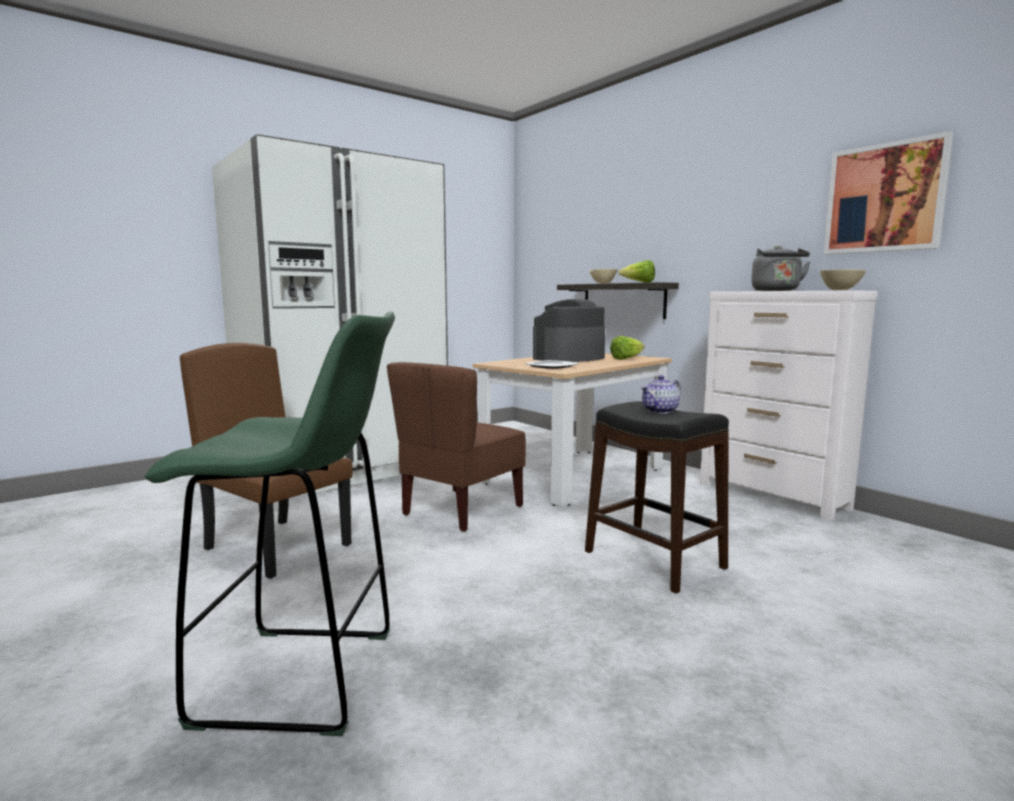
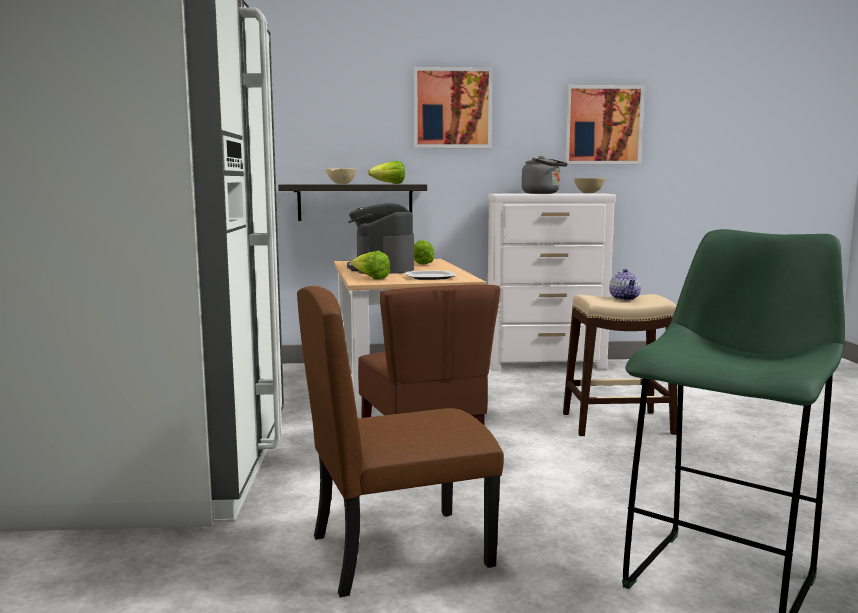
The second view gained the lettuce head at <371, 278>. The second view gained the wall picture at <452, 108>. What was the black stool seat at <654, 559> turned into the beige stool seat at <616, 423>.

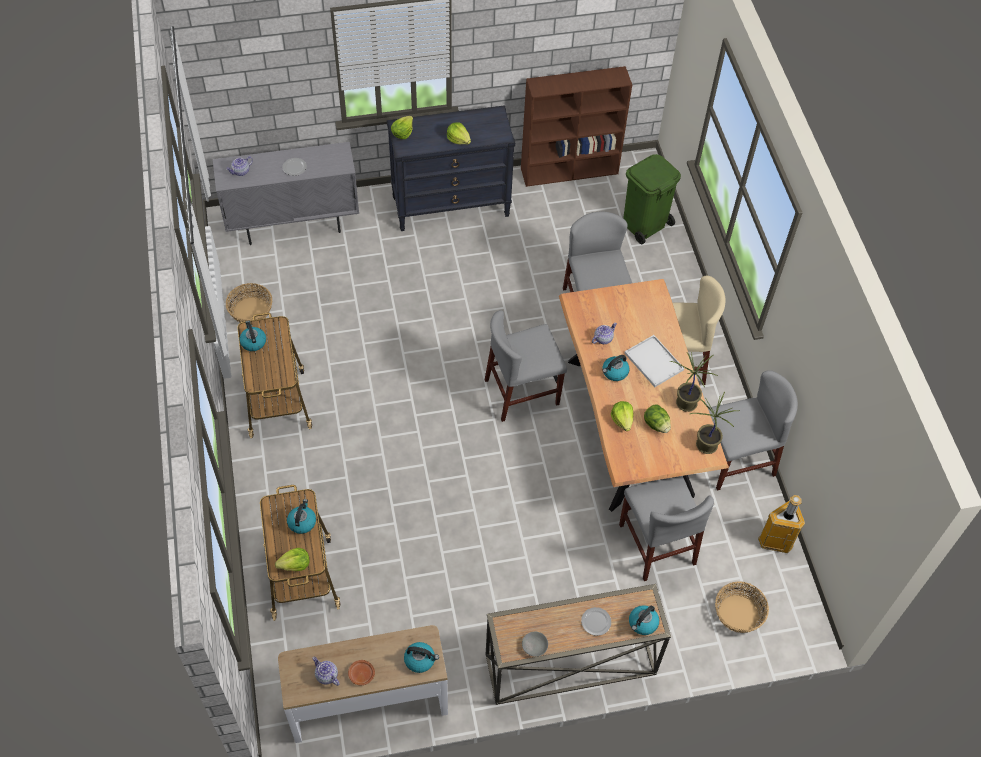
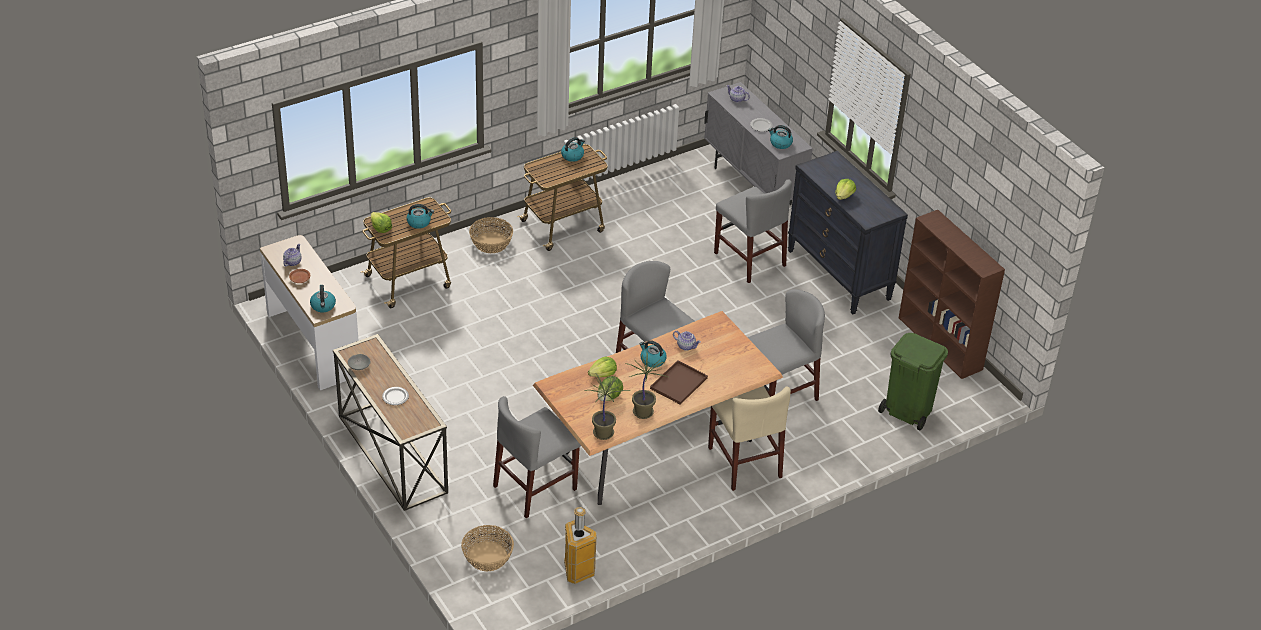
The basket ended up elsewhere, having gone from <251, 311> to <491, 243>. What was the white carrying tray at <652, 361> turned into the brown-coloured carrying tray at <679, 382>. The greyish plain chair ended up elsewhere, having gone from <736, 460> to <749, 259>. The water kettle ended up elsewhere, having gone from <642, 623> to <780, 143>. The second view lost the lettuce head at <402, 132>.

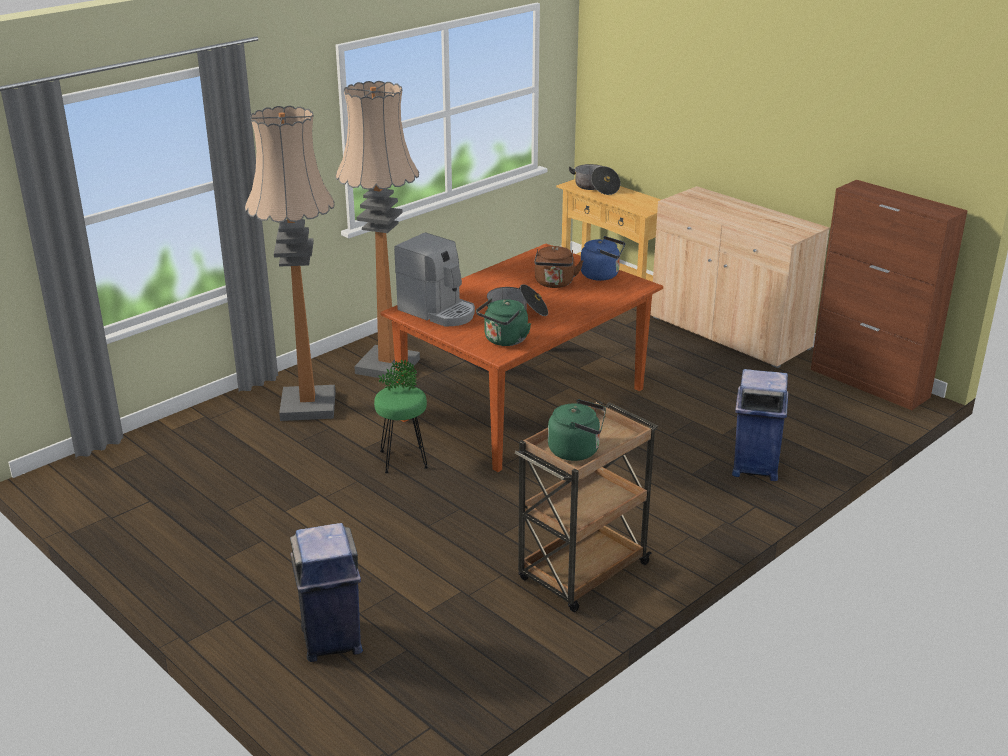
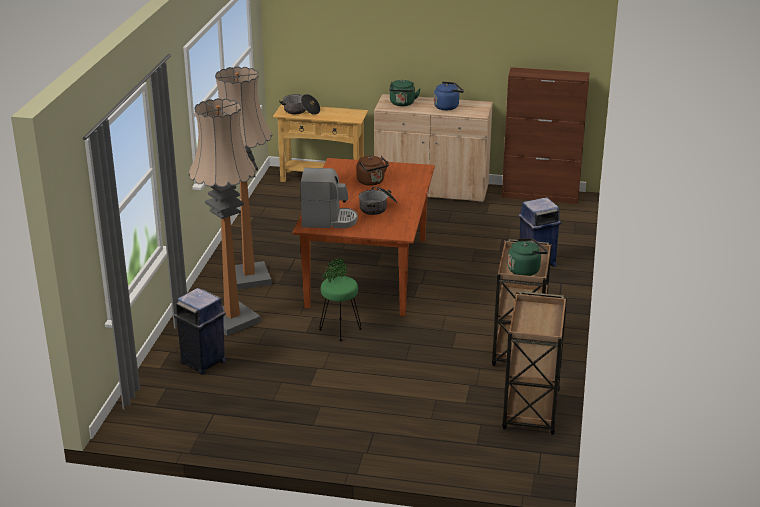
The blue-coloured rubbish bin ended up elsewhere, having gone from <331, 641> to <203, 362>. The greenish water kettle ended up elsewhere, having gone from <504, 340> to <402, 104>. The blue-coloured water kettle ended up elsewhere, having gone from <602, 275> to <447, 106>. The second view gained the brown-coloured trolley at <531, 411>.

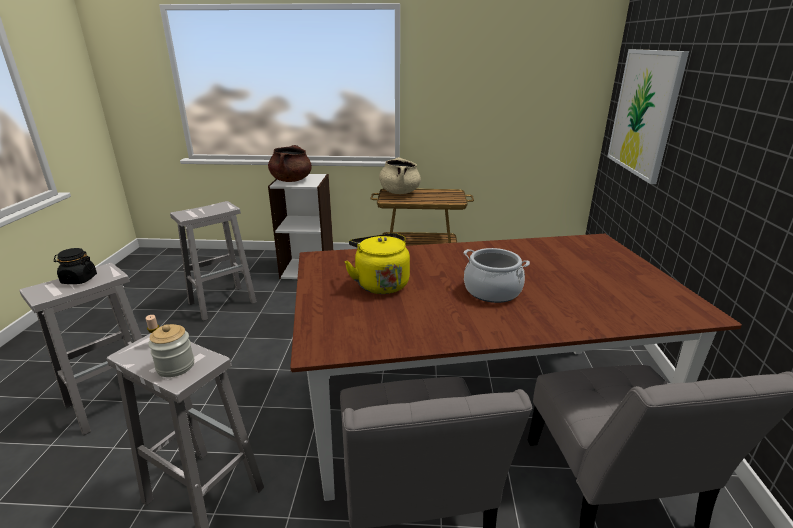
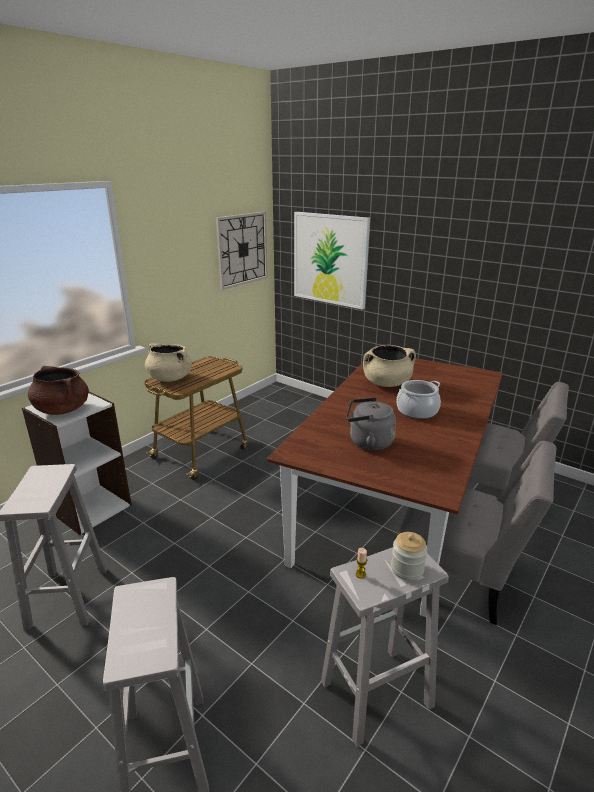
The second view gained the wall clock at <242, 249>. What was the yellow water kettle at <380, 283> turned into the greyish water kettle at <368, 442>. The second view gained the beige cooking pot at <387, 383>. The second view lost the black preserve jar at <79, 279>.

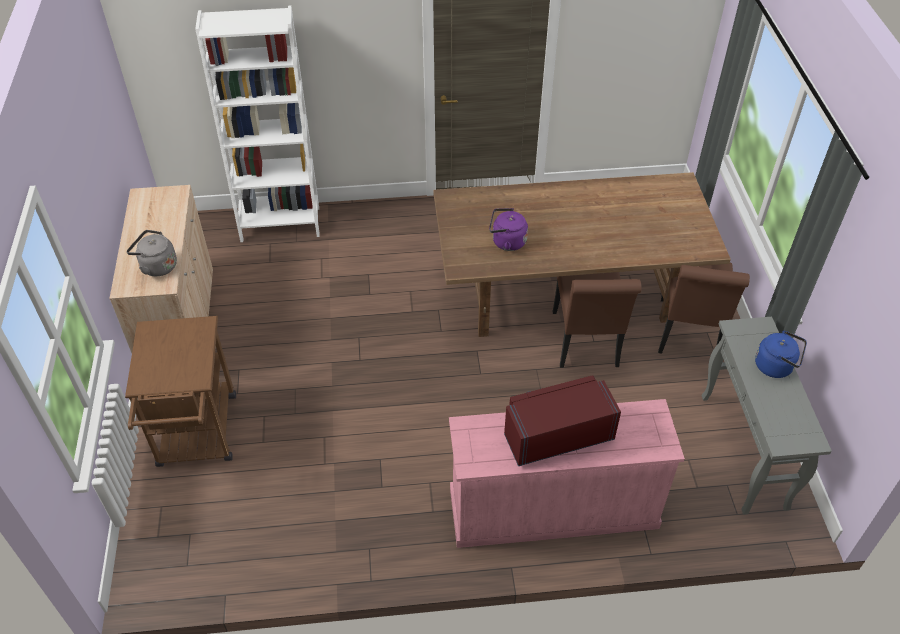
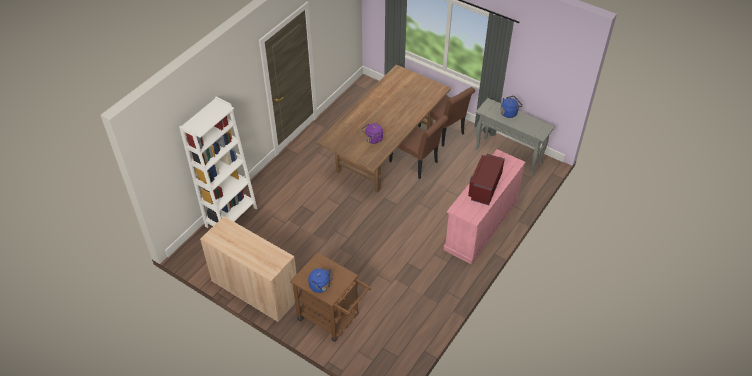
The second view gained the blue-coloured water kettle at <321, 286>. The second view lost the greyish water kettle at <157, 266>.

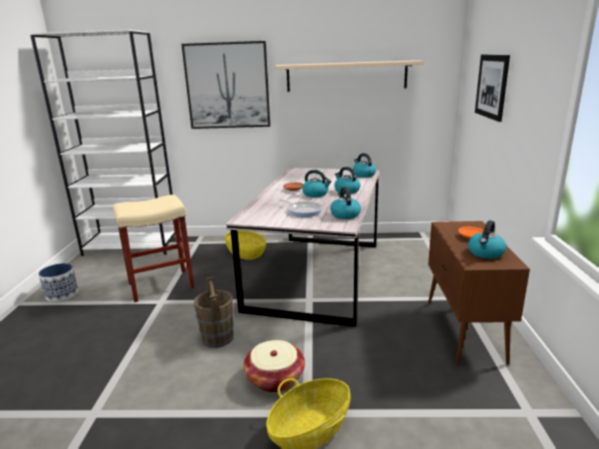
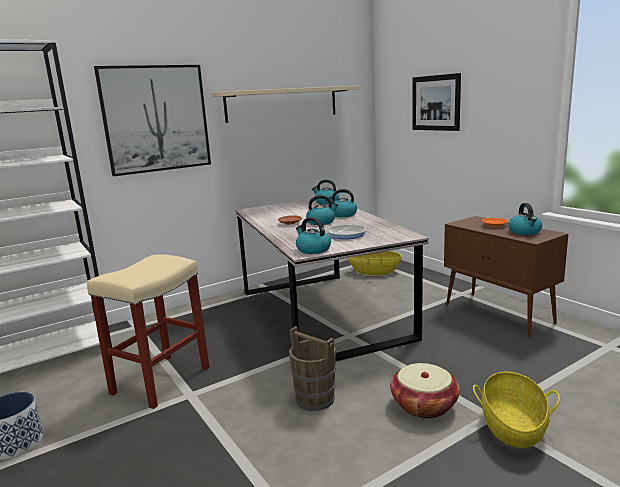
The water kettle ended up elsewhere, having gone from <345, 215> to <313, 250>. The basket ended up elsewhere, having gone from <246, 253> to <375, 271>.

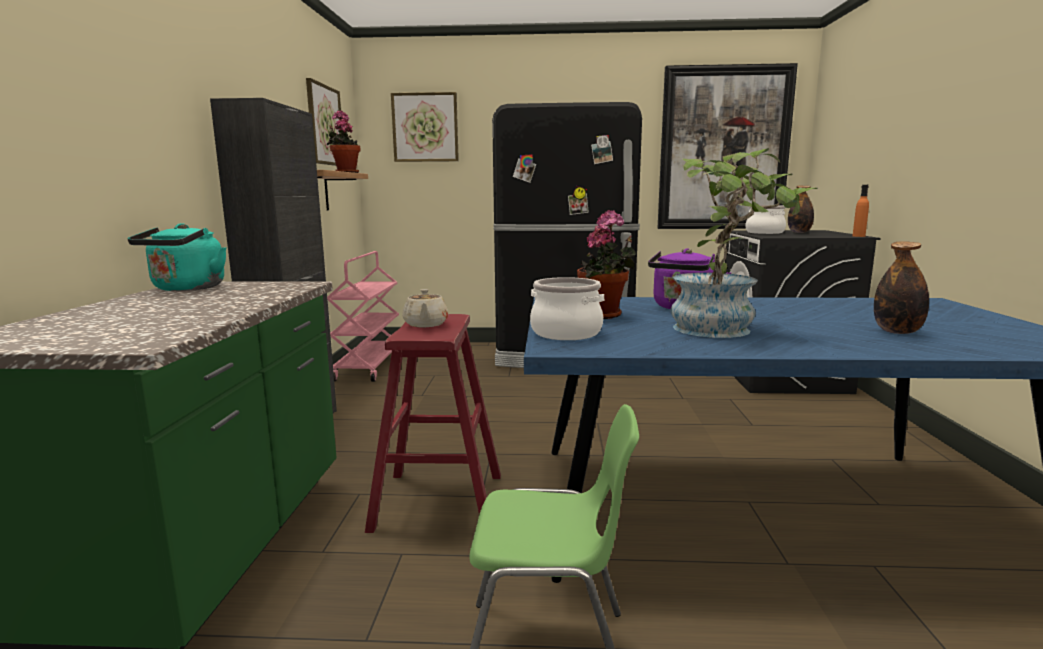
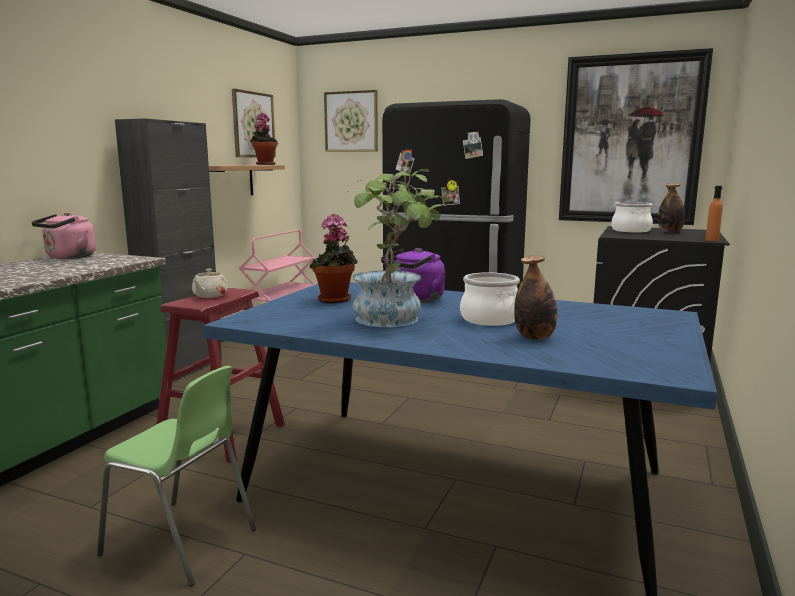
What was the blue-green water kettle at <186, 289> turned into the pink water kettle at <68, 257>. The cooking pot ended up elsewhere, having gone from <566, 333> to <490, 319>.

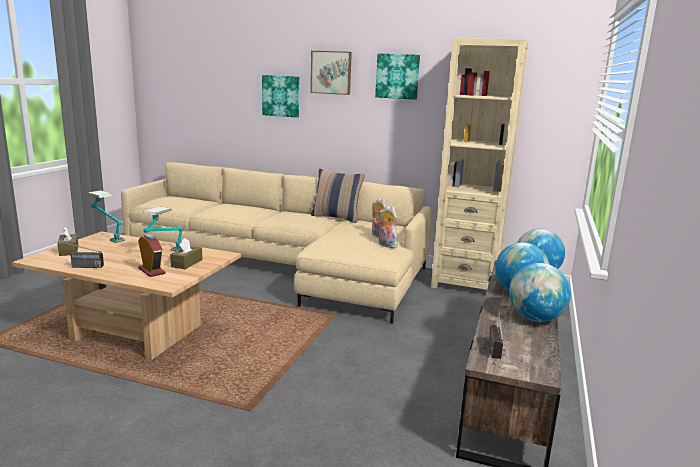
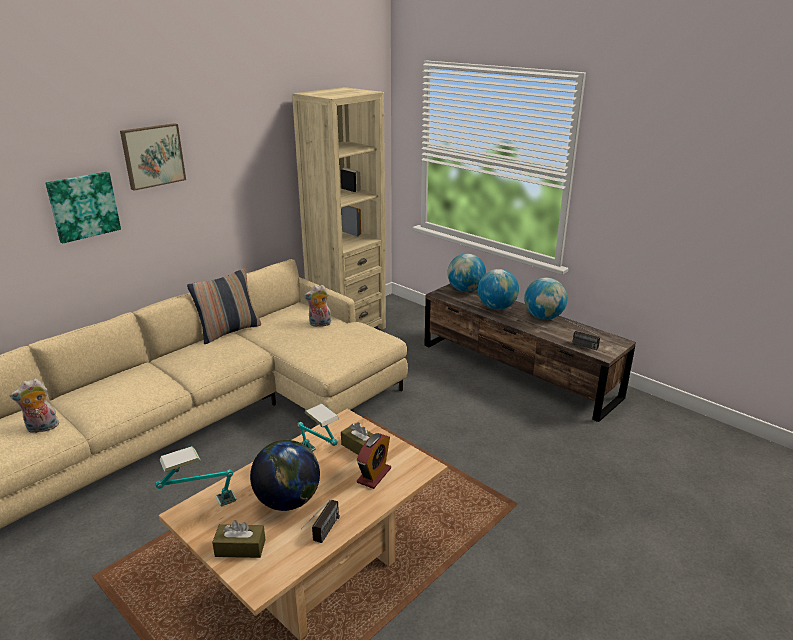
The cuddly toy ended up elsewhere, having gone from <386, 245> to <42, 428>. The second view gained the globe at <288, 501>. The table clock at <151, 271> ended up facing another way, 135 degrees clockwise from before. The second view lost the wall picture at <397, 76>.

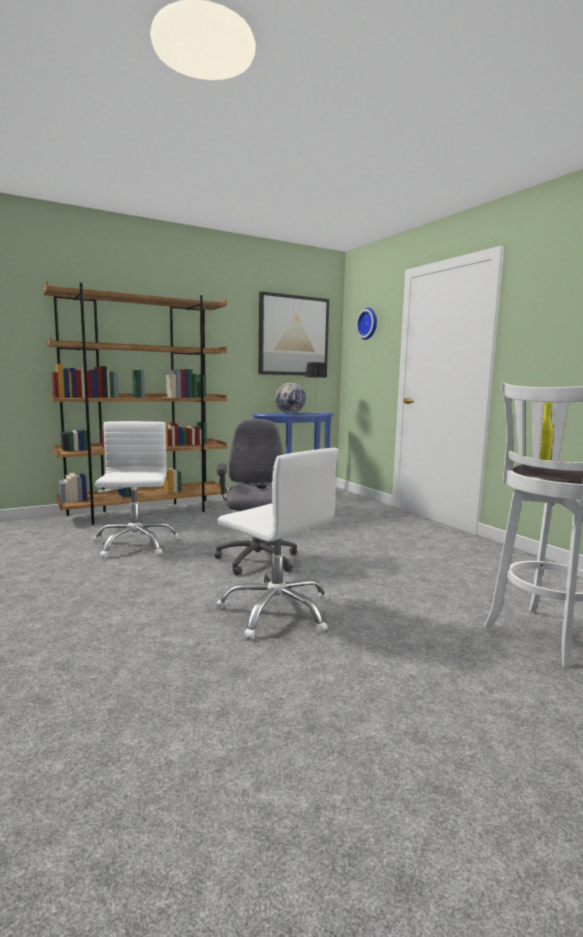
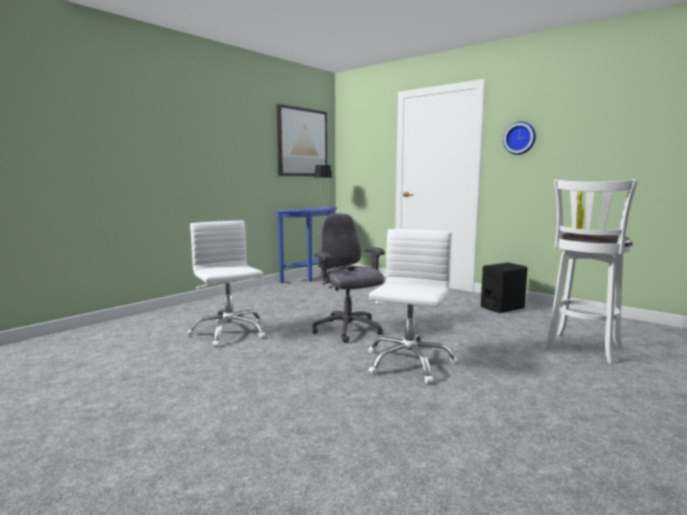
The white office chair at <277, 611> ended up facing another way, 90 degrees counterclockwise from before. The second view gained the black speaker at <502, 307>. The wall clock ended up elsewhere, having gone from <368, 323> to <520, 138>. The second view lost the brown-coloured shelving unit at <146, 512>. The second view lost the globe at <290, 413>.

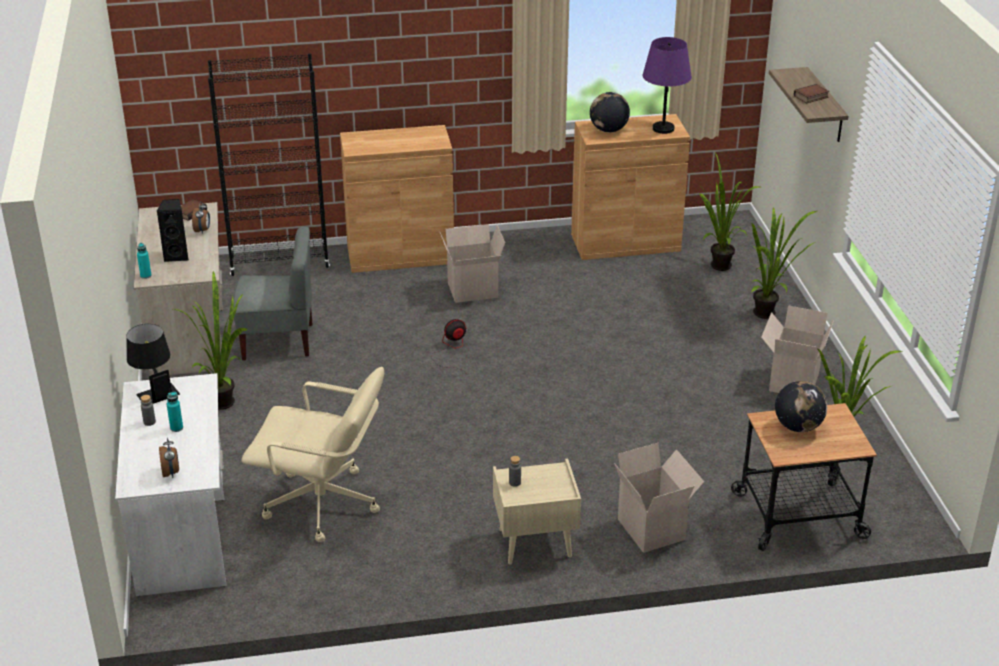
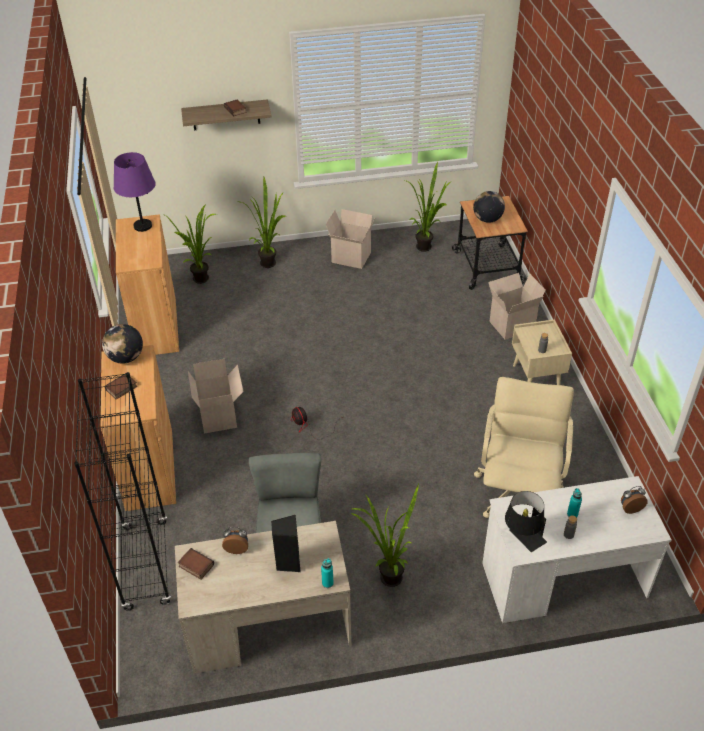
The globe ended up elsewhere, having gone from <608, 130> to <126, 358>. The second view gained the volume at <121, 389>.

